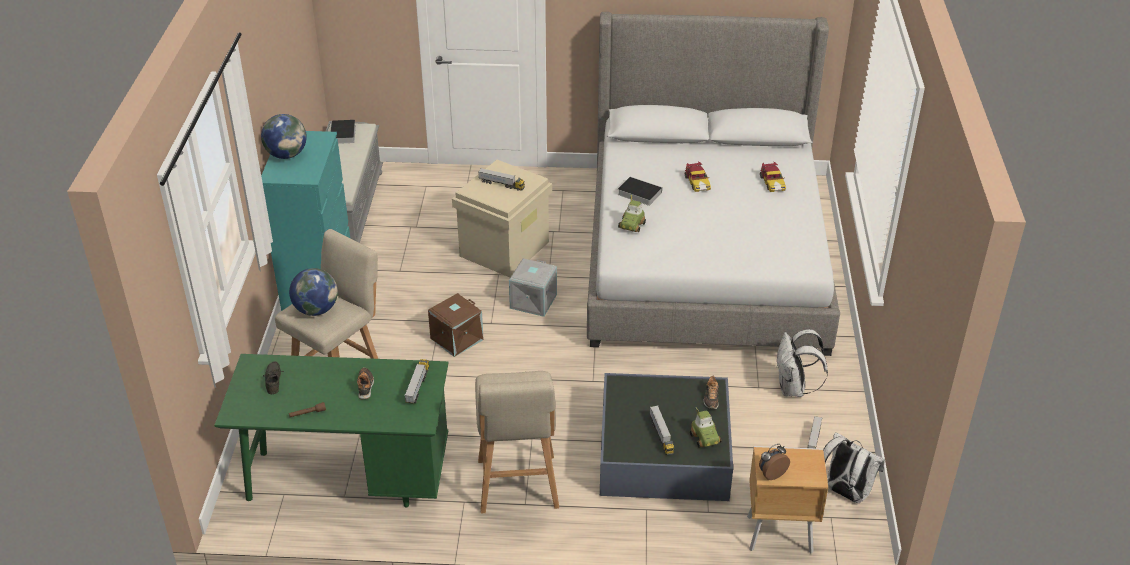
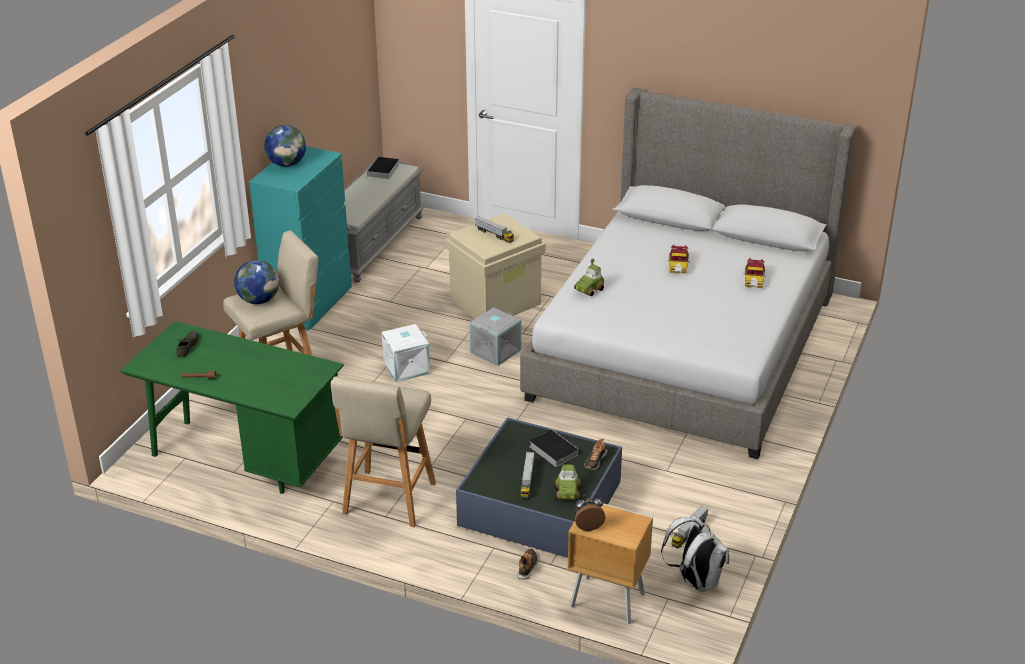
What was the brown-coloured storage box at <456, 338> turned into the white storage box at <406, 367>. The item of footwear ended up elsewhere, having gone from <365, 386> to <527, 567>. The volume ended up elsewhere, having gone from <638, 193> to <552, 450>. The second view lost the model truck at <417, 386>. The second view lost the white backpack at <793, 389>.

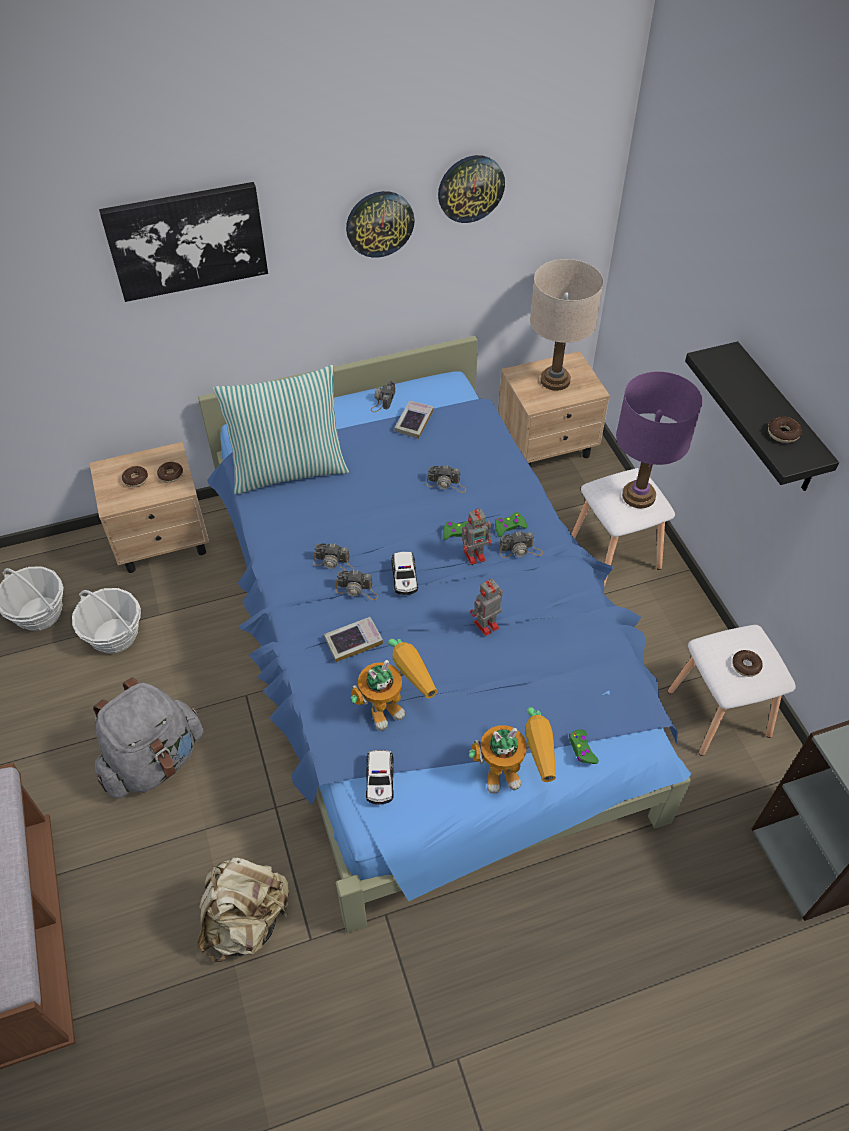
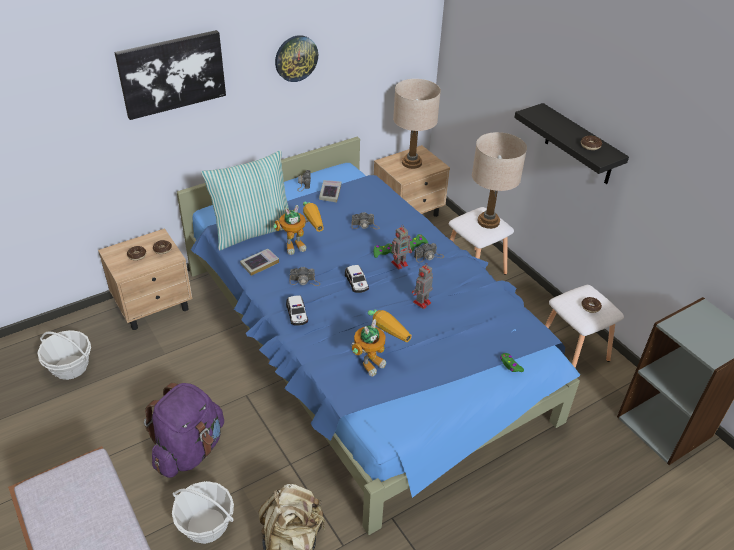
What was the greyish backpack at <155, 761> turned into the purple-coloured backpack at <190, 450>. The basket ended up elsewhere, having gone from <114, 635> to <206, 525>. The volume ended up elsewhere, having gone from <353, 641> to <259, 264>. The toy robot ended up elsewhere, having gone from <514, 772> to <302, 244>. The miniature car ended up elsewhere, having gone from <380, 779> to <297, 314>. What was the purple-coloured lamp for a table at <638, 496> turned into the beige lamp for a table at <488, 221>. The second view lost the still camera at <357, 590>. The second view lost the wall clock at <470, 188>.

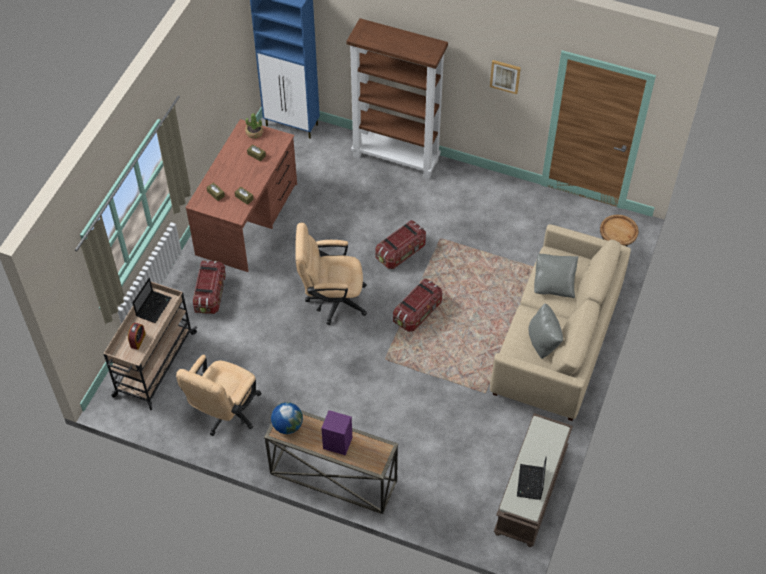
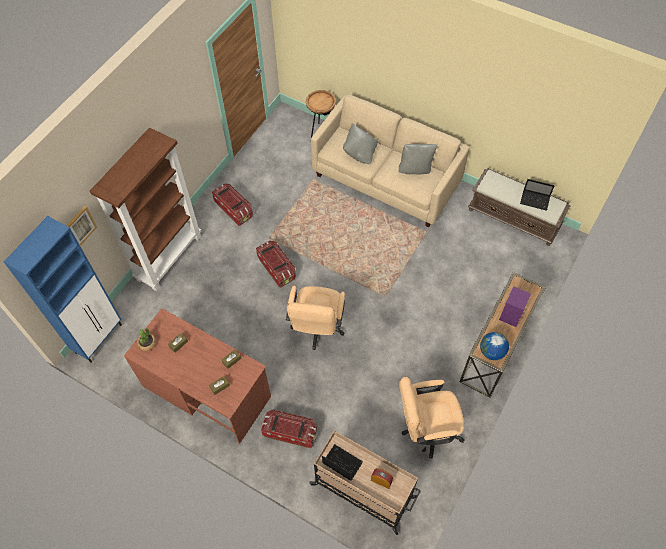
The wall picture ended up elsewhere, having gone from <505, 76> to <80, 226>. The storage box ended up elsewhere, having gone from <418, 312> to <234, 209>. The beige office chair at <225, 414> ended up facing another way, 135 degrees clockwise from before.

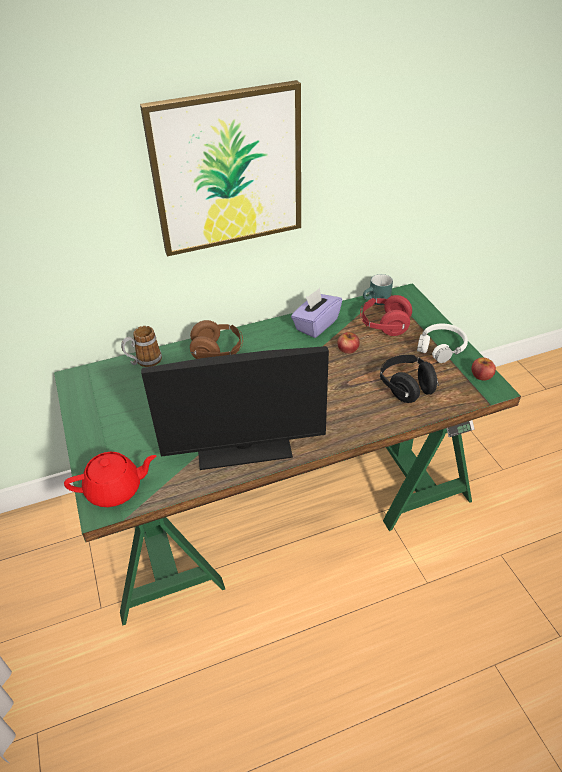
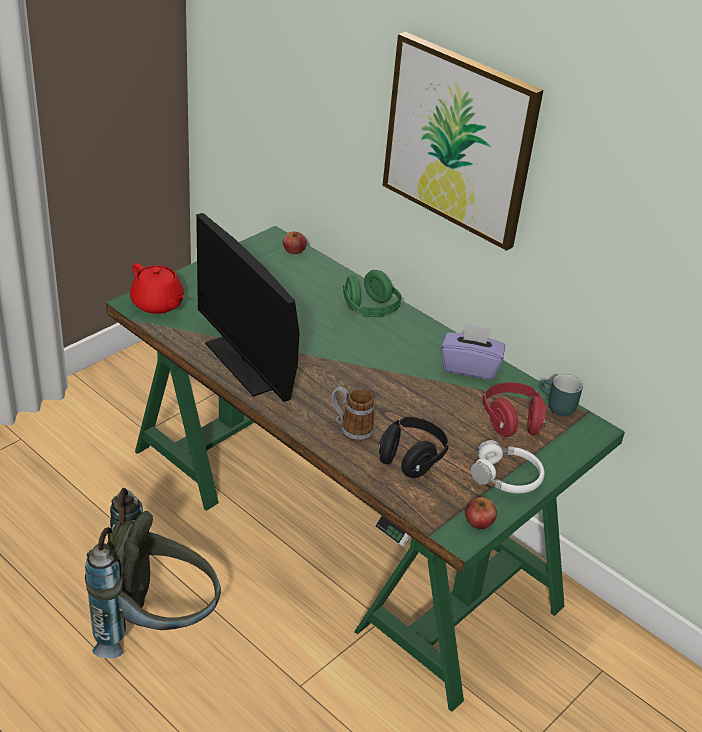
The second view gained the greyish backpack at <157, 626>. The apple fruit ended up elsewhere, having gone from <348, 349> to <294, 250>. The coffee mug ended up elsewhere, having gone from <144, 361> to <351, 429>. What was the brown-coloured headset at <218, 352> turned into the greenish headset at <370, 310>.

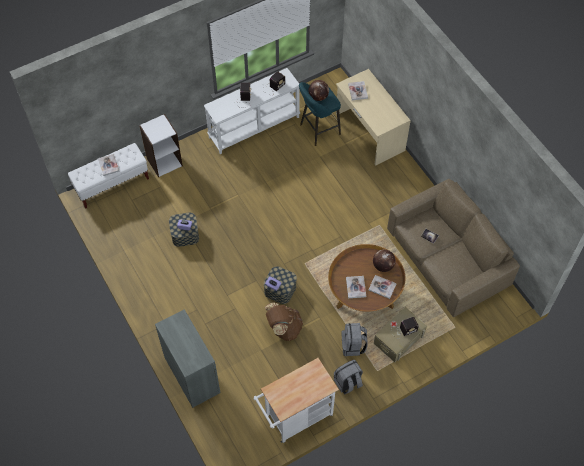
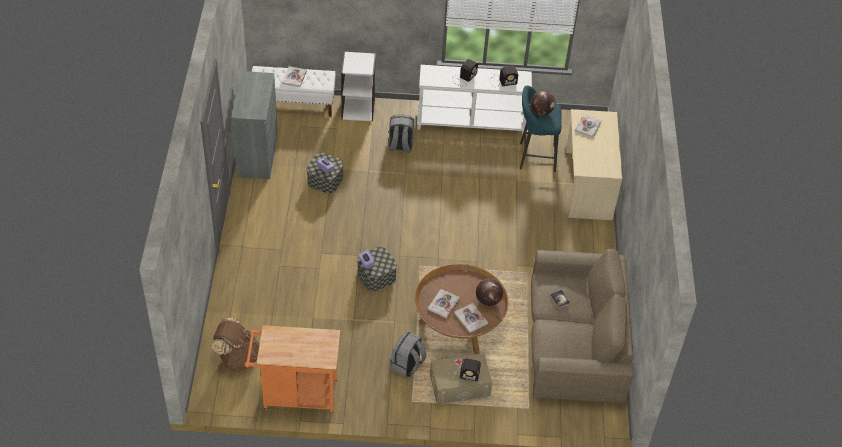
The brown-coloured backpack ended up elsewhere, having gone from <283, 328> to <238, 357>. The greyish cupboard ended up elsewhere, having gone from <192, 374> to <257, 154>. What was the white trolley at <295, 417> turned into the orange trolley at <295, 395>. The greyish backpack ended up elsewhere, having gone from <348, 383> to <400, 145>.

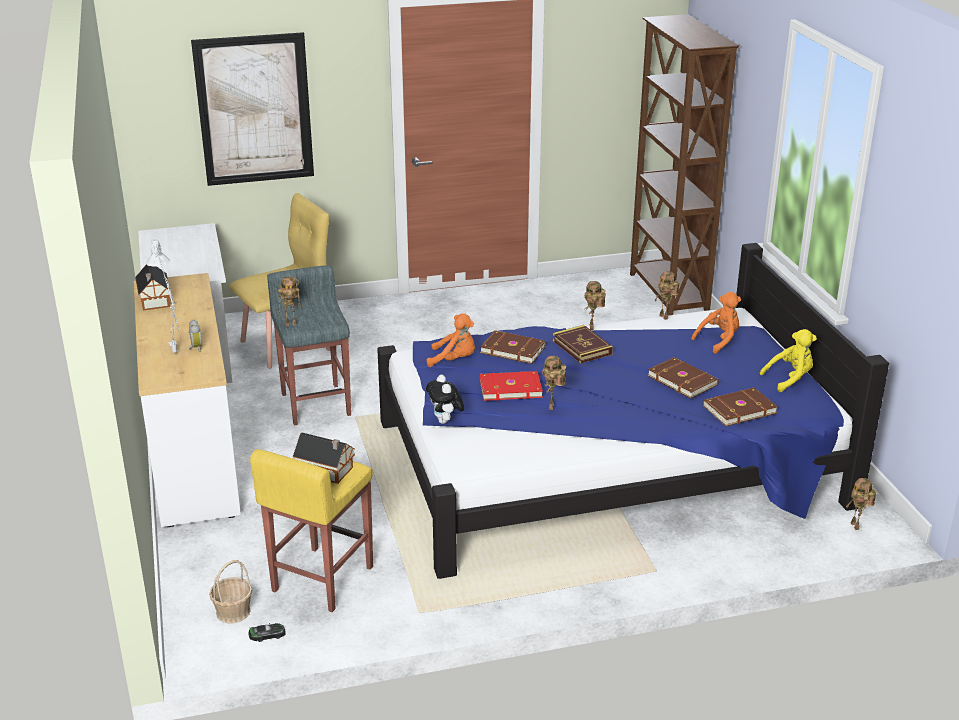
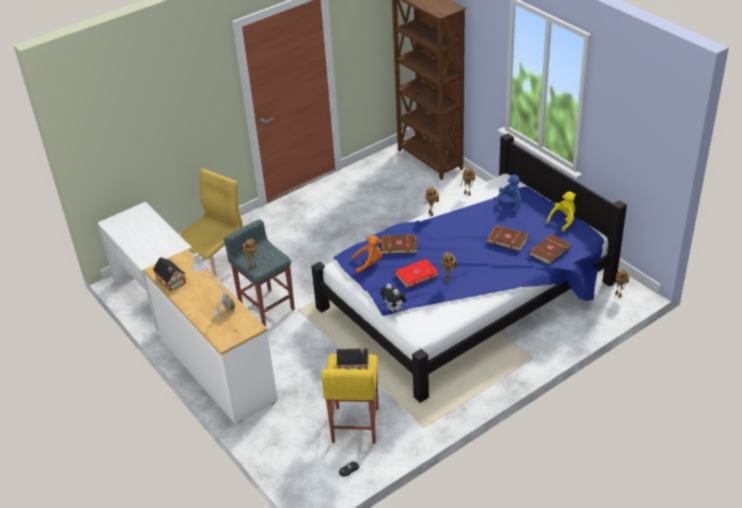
What was the orange cuddly toy at <719, 340> turned into the blue-coloured cuddly toy at <510, 204>. The second view lost the wall picture at <254, 110>. The second view lost the basket at <233, 612>. The second view lost the volume at <582, 347>.

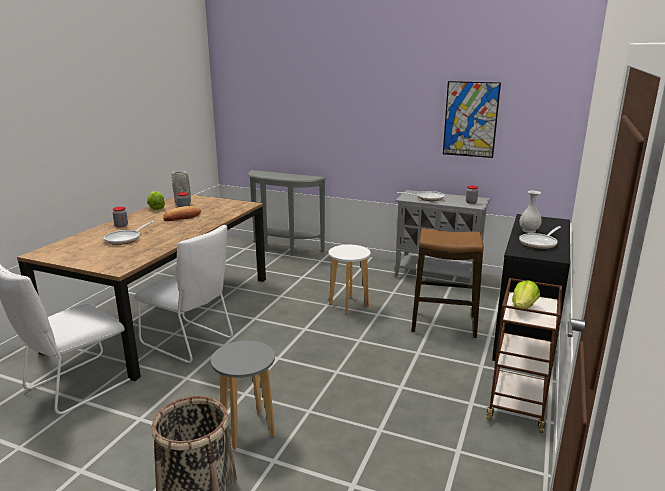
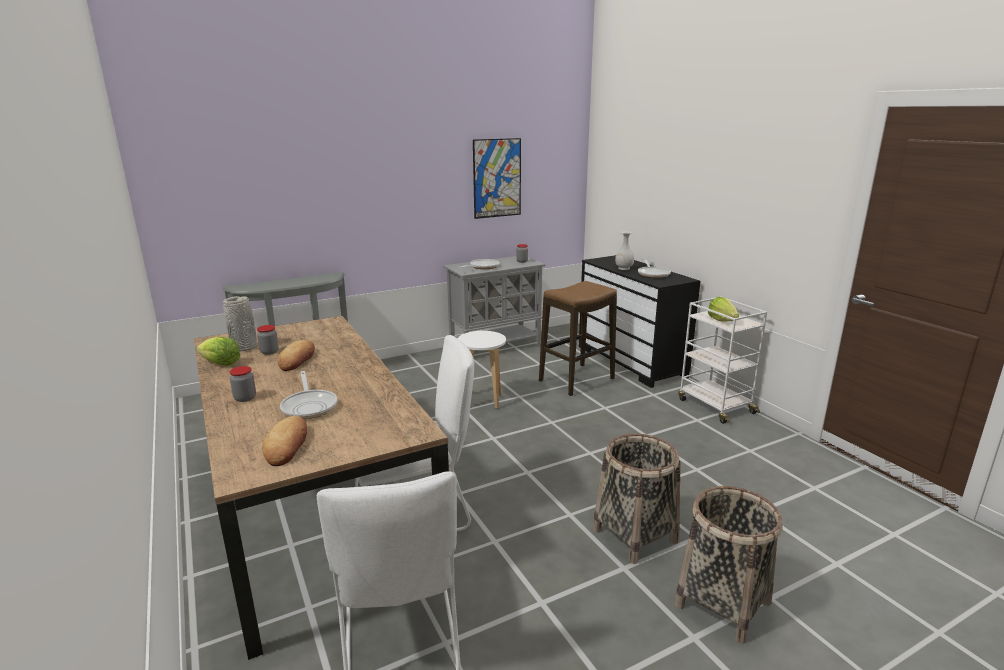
The second view gained the bakery bread at <287, 445>. Where the greyish stool seat stood at <247, 430>, the basket came to stand at <634, 535>. What was the brown-coloured trolley at <517, 404> turned into the white trolley at <715, 406>.

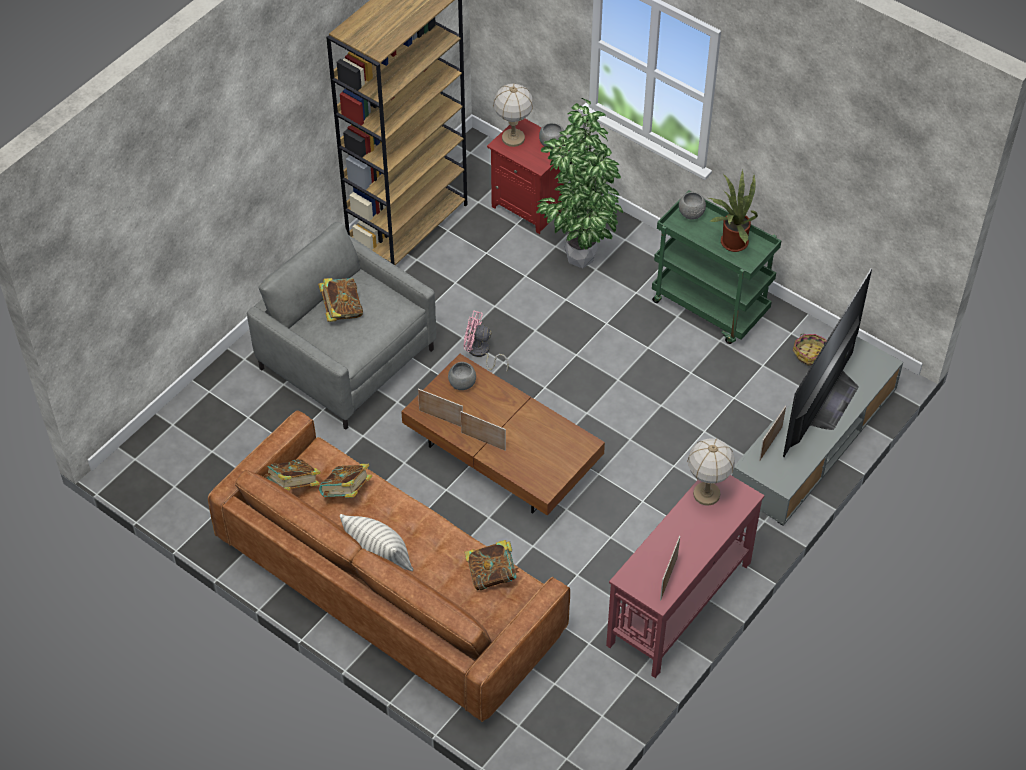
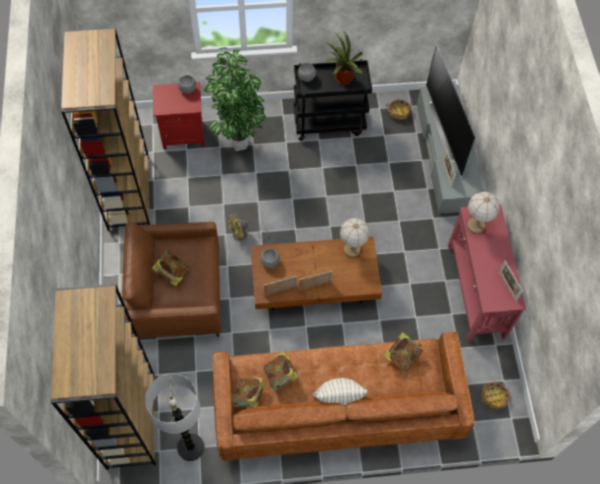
The second view gained the brown-coloured shelving unit at <130, 420>. What was the greyish armchair at <347, 359> turned into the brown-coloured armchair at <177, 296>. The second view gained the standard lamp at <190, 447>. What was the pink cooling fan at <481, 353> turned into the yellow cooling fan at <243, 235>. What was the greenish trolley at <711, 307> turned into the black trolley at <329, 123>. The lamp for a table ended up elsewhere, having gone from <513, 138> to <352, 250>. The second view gained the basket at <494, 397>.

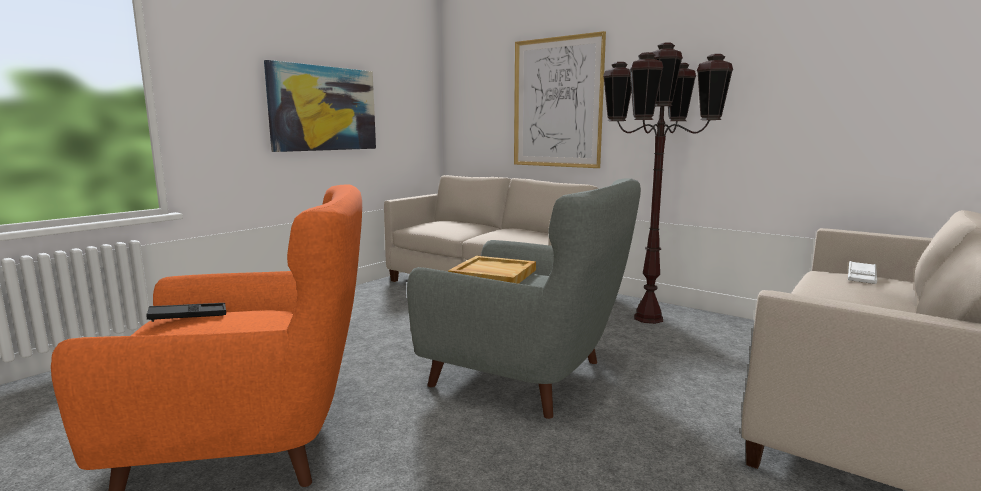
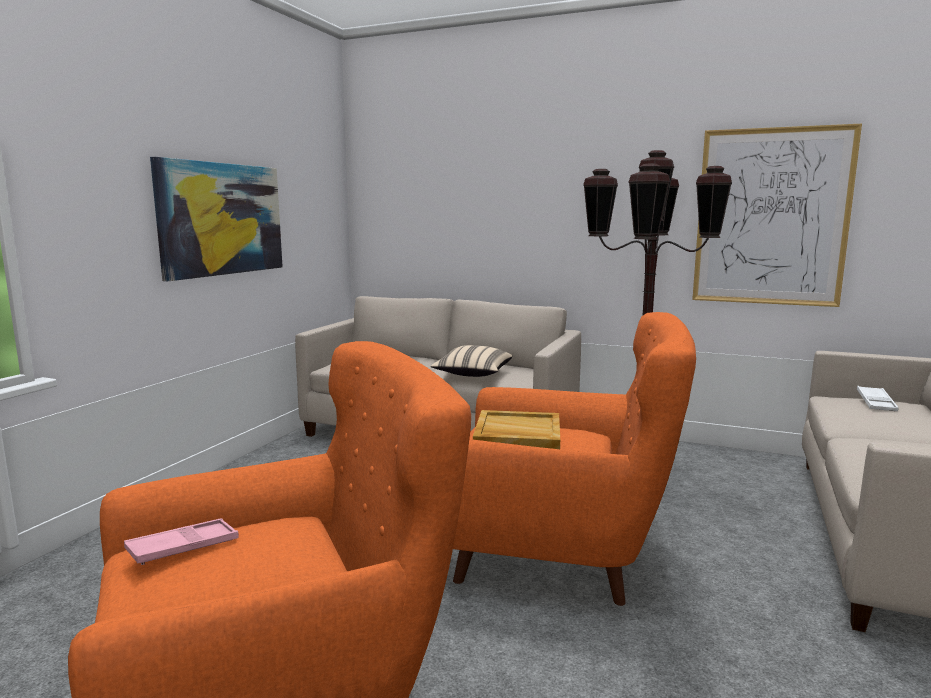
What was the black carrying tray at <188, 316> turned into the pink carrying tray at <183, 547>. The second view gained the beige pillow at <473, 375>. What was the greyish armchair at <527, 377> turned into the orange armchair at <562, 553>. The wall picture ended up elsewhere, having gone from <557, 103> to <771, 217>.

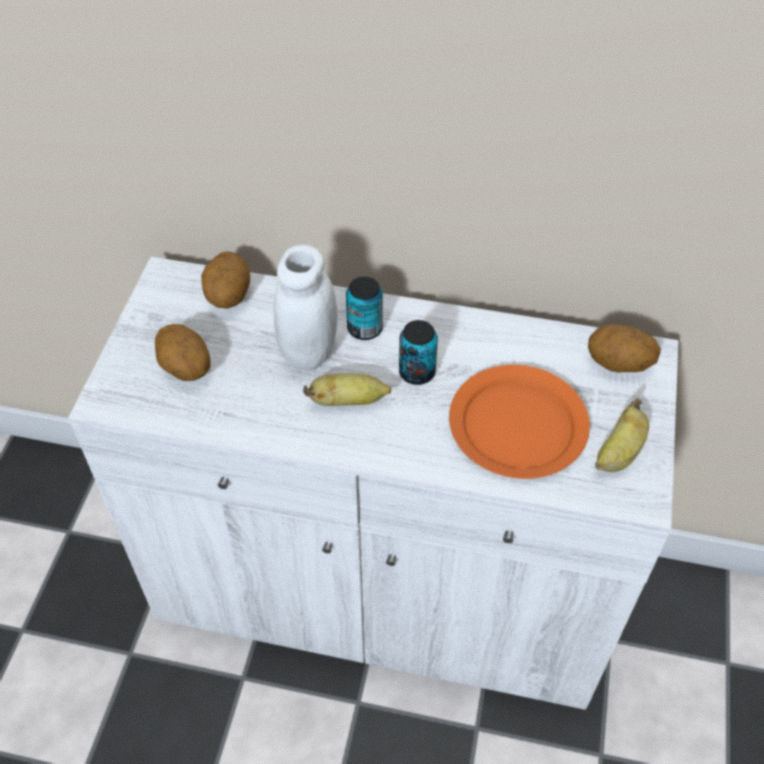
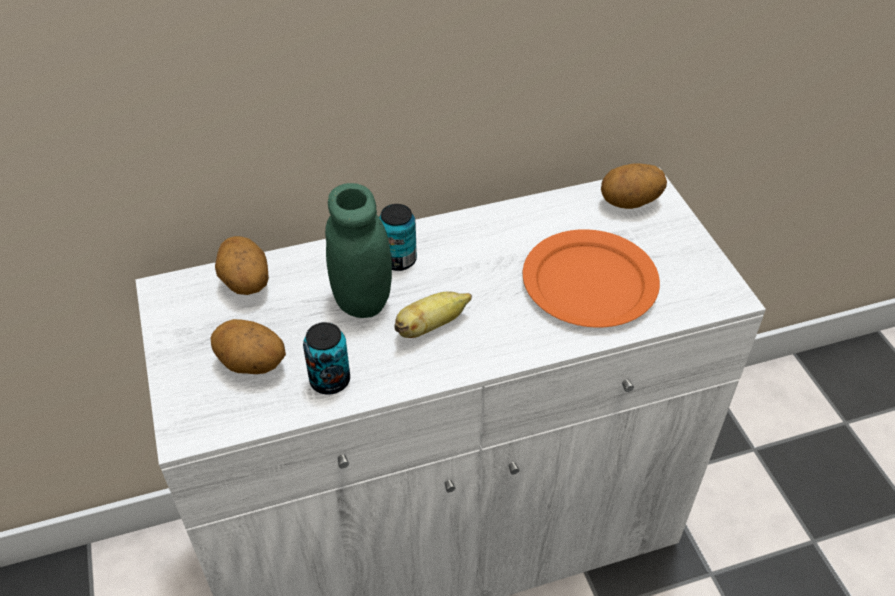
The metal can ended up elsewhere, having gone from <417, 372> to <330, 380>. What was the white preserve jar at <309, 352> turned into the greenish preserve jar at <362, 300>. The second view lost the banana at <618, 453>.

